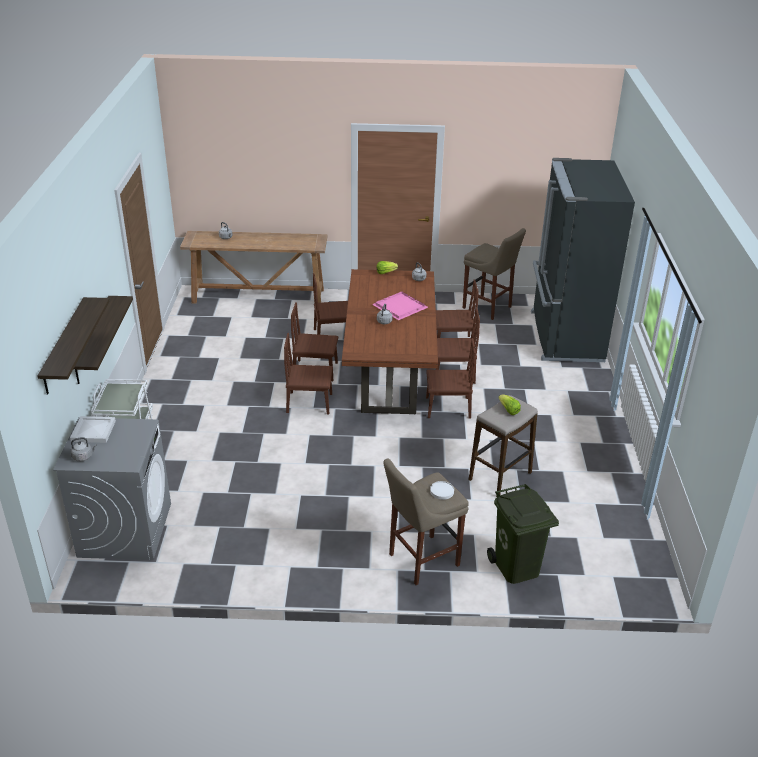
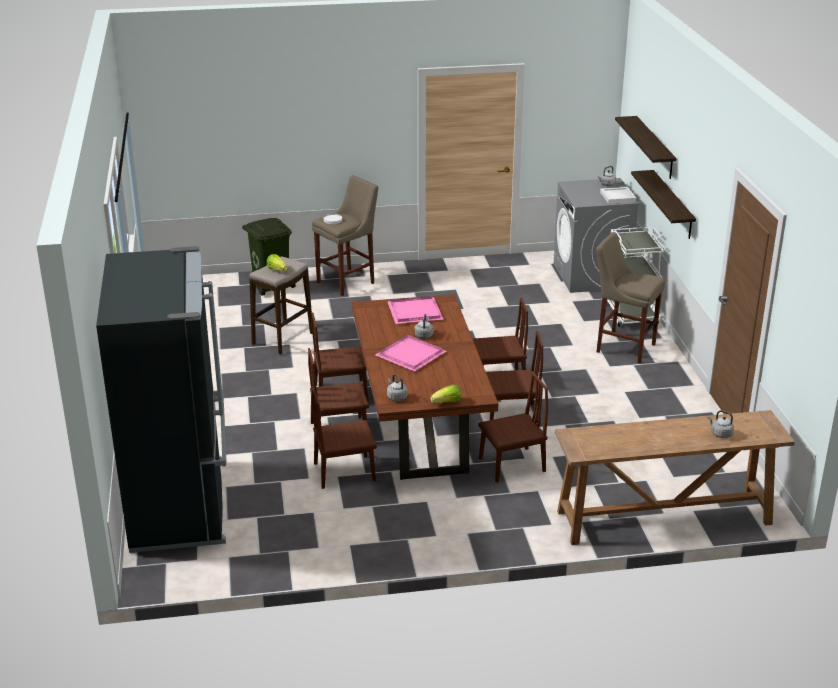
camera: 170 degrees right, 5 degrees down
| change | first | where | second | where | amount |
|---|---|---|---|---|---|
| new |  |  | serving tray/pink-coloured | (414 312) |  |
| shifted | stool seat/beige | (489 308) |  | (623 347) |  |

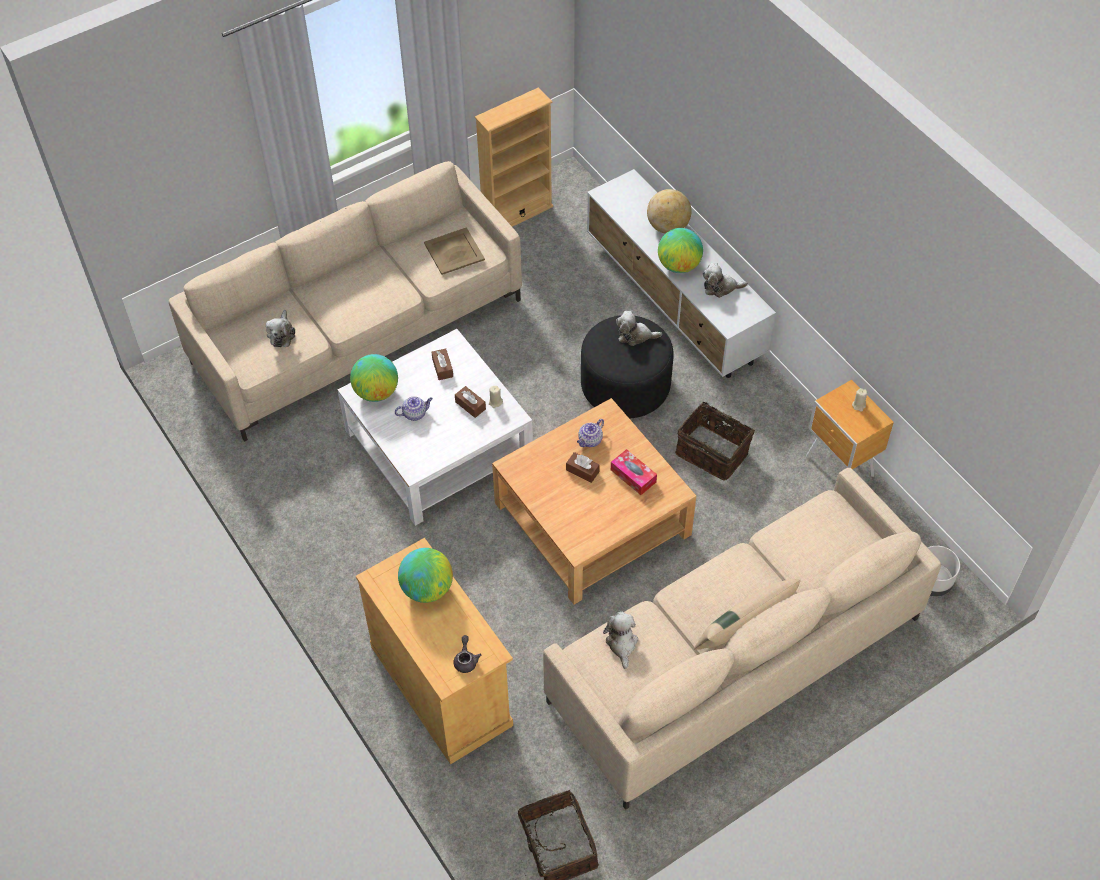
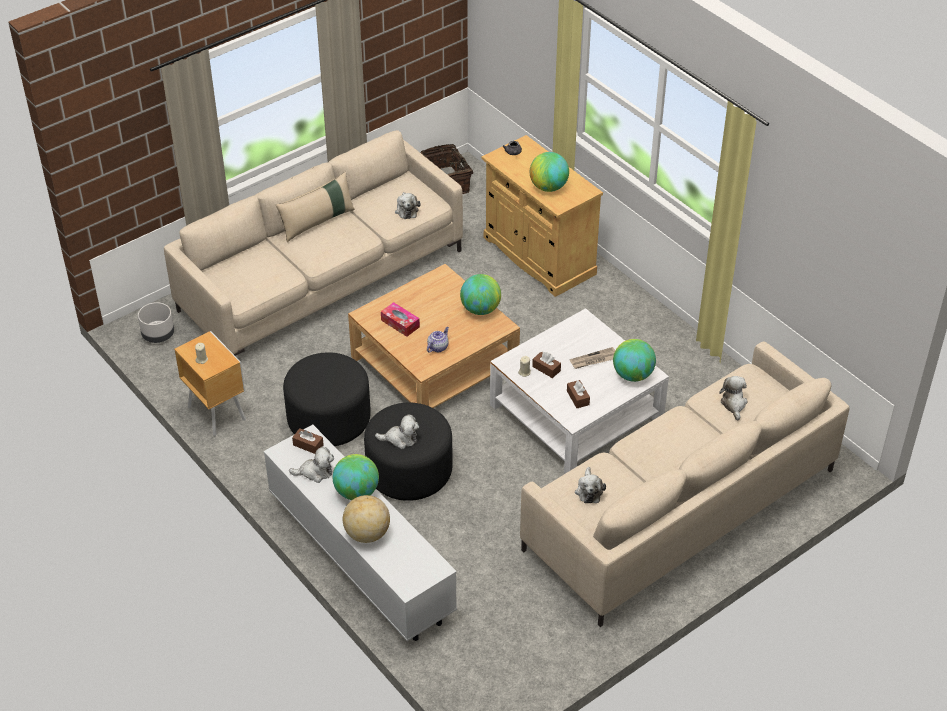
camera: 175 degrees right, 10 degrees down
| change | first | where | second | where | amount |
|---|---|---|---|---|---|
| swapped | basket | (713 451) | pouffe/black | (329 419) |  |
| shifted | box of tissues/brown | (582 471) |  | (308 445) |  |
| new |  |  | world globe | (480 309) |  |
| swapped | teapot | (415 413) | daily paper | (593 360) |  |
| swapped | serving tray/beige | (454 252) | plush toy | (589 490) |  |
| gone | bookshelf/beige | (517 214) |  |  |  |

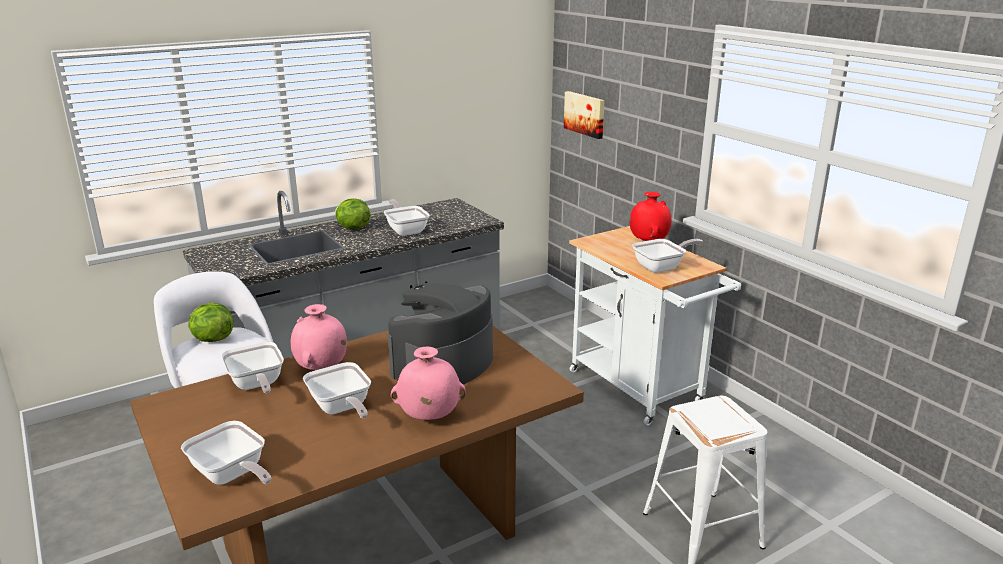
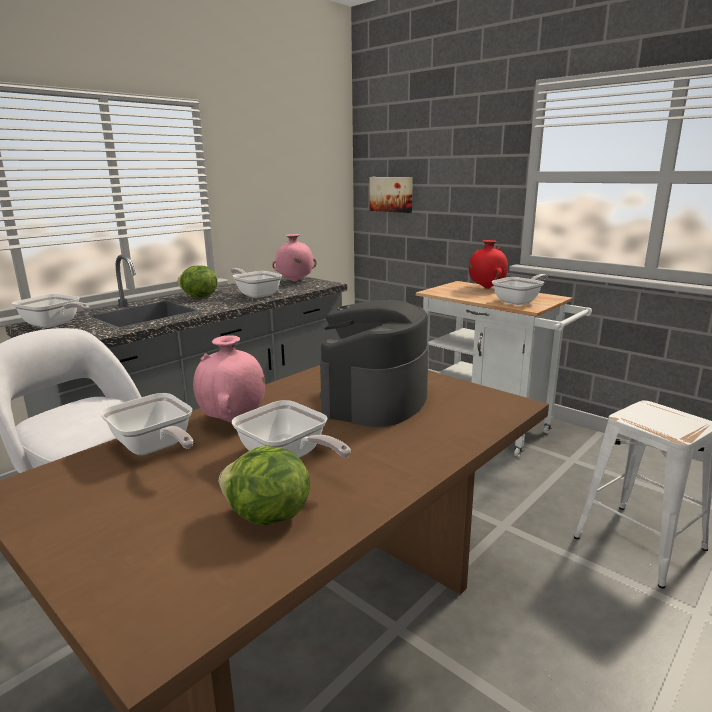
camera: 15 degrees left, 5 degrees down
| change | first | where | second | where | amount |
|---|---|---|---|---|---|
| shifted | skillet | (231 475) |  | (54 325) |  |
| shifted | head of lettuce | (212 339) |  | (266 517) |  |
| shifted | decorative vase/pink-coloured | (428 417) |  | (294 281) |  |

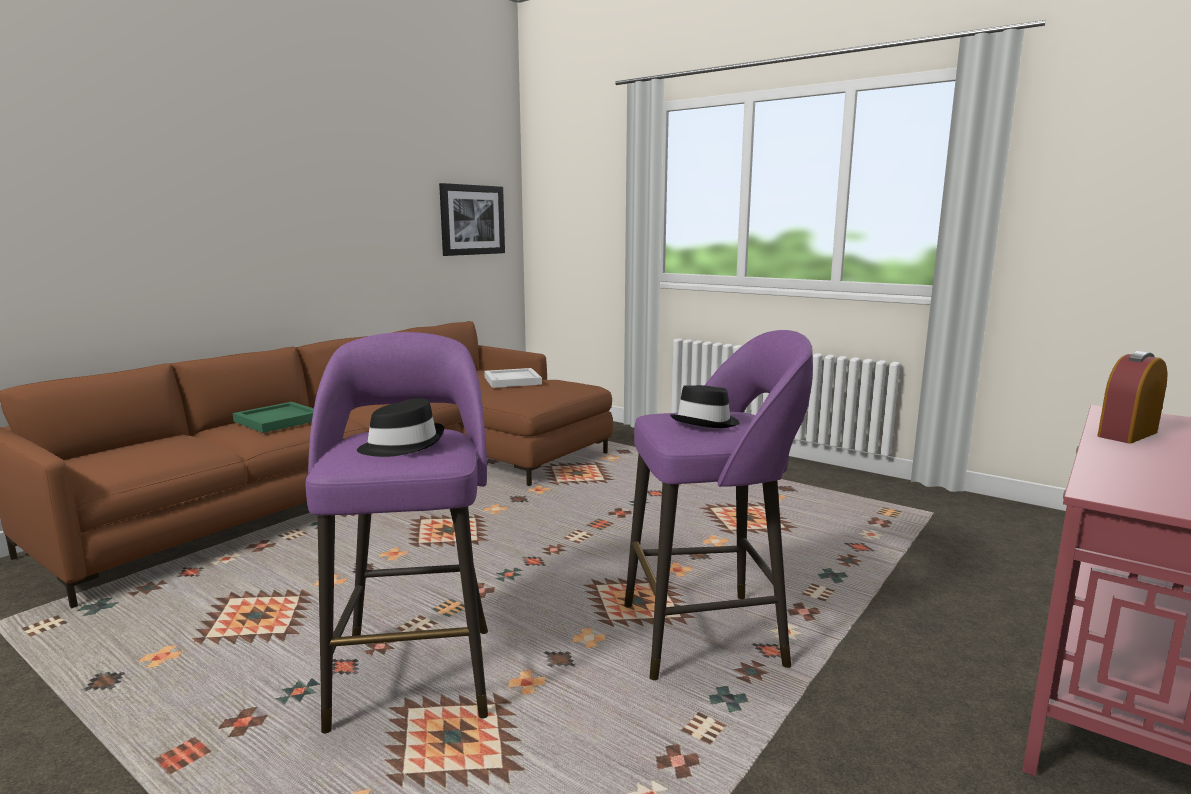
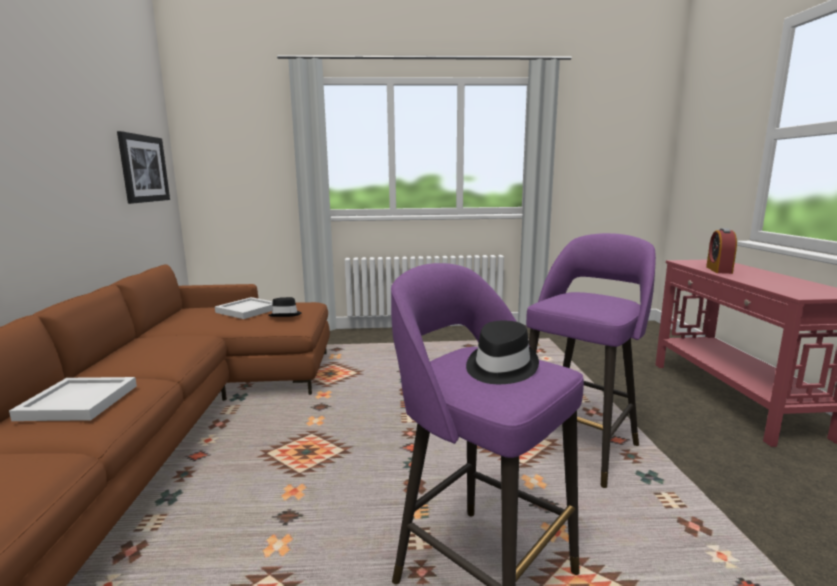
camera: 40 degrees left, 0 degrees up
| change | first | where | second | where | amount |
|---|---|---|---|---|---|
| repainted | serving tray/greenish | (280 420) | serving tray/whitish | (80 401) |  |
| shifted | clothing hat/black | (706 422) |  | (285 315) |  |

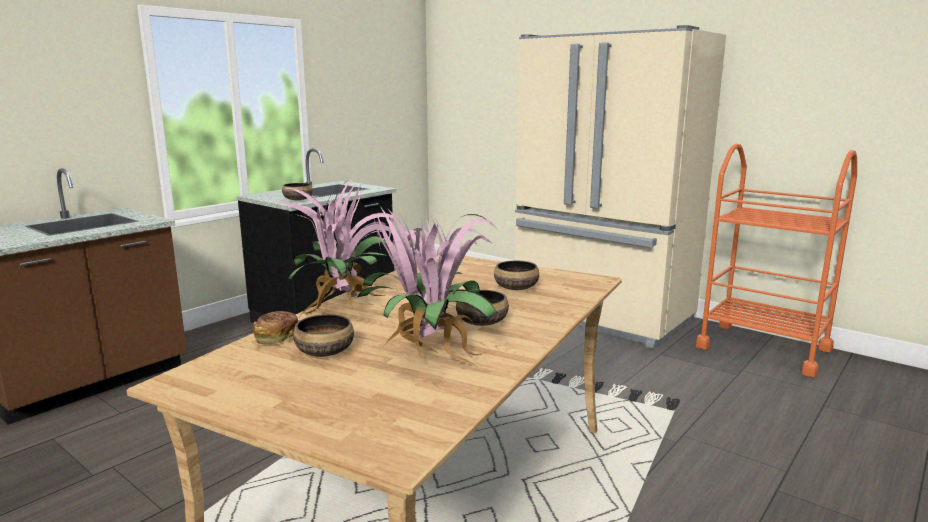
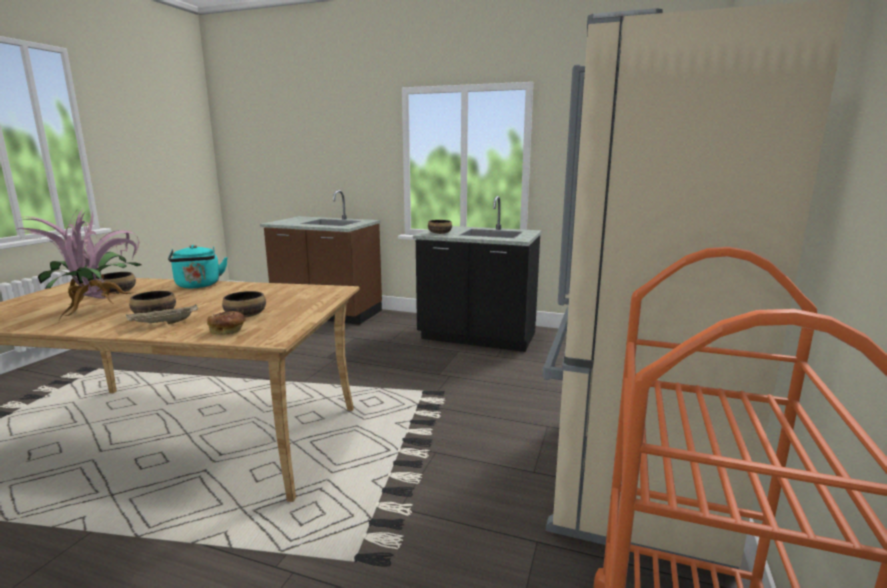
camera: 70 degrees right, 0 degrees up
| change | first | where | second | where | amount |
|---|---|---|---|---|---|
| new |  |  | serving tray/beige | (164 324) |  |
| swapped | potted plant | (346 308) | kettle/turquoise | (198 286) |  |
| shifted | bakery bread | (276 337) |  | (228 331) |  |

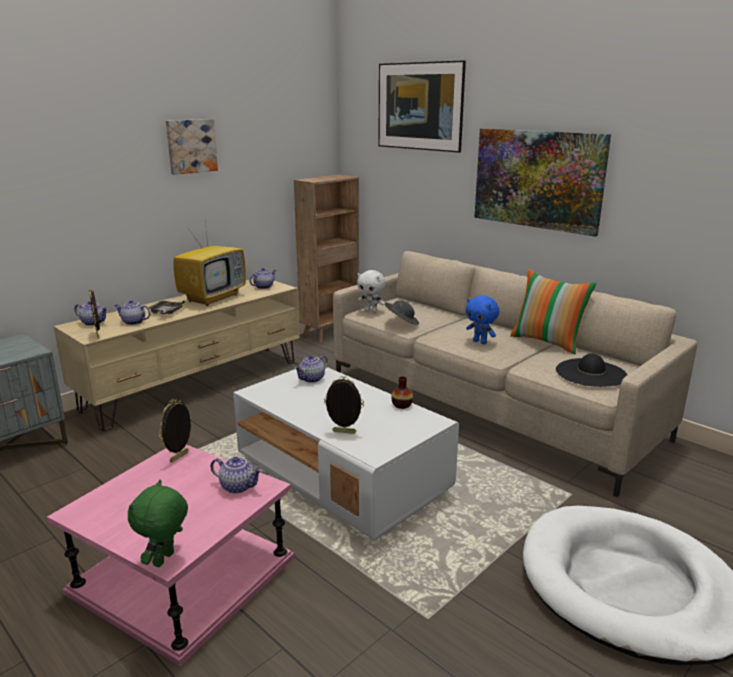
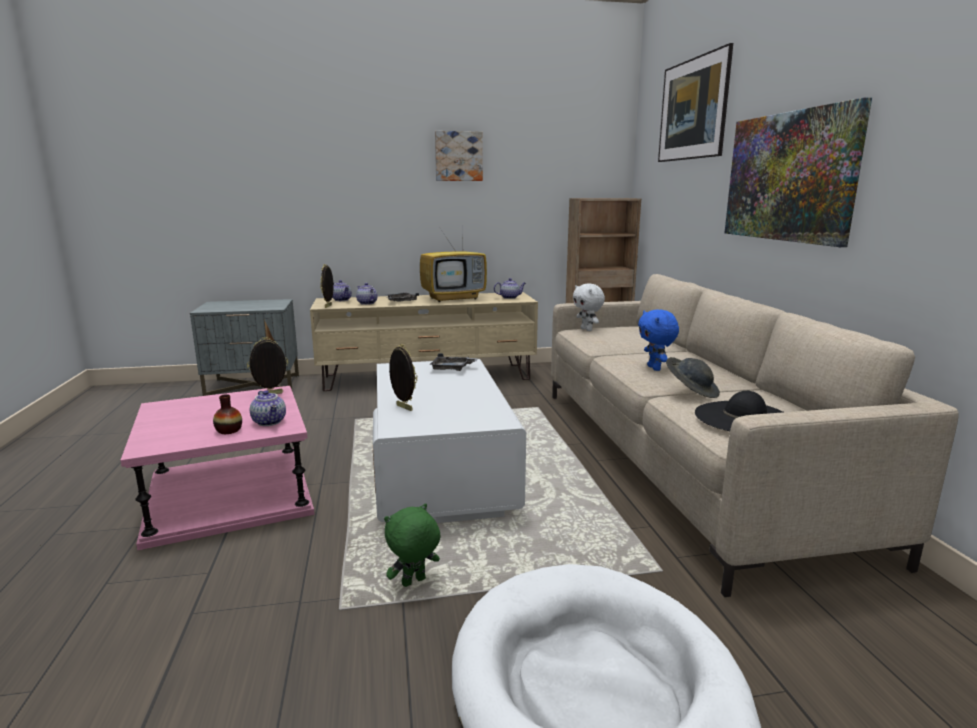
camera: 35 degrees right, 5 degrees down
| change | first | where | second | where | amount |
|---|---|---|---|---|---|
| shifted | decorative vase | (402 405) |  | (229 430) |  |
| shifted | plush toy/greenish | (165 560) |  | (414 583) |  |
| swapped | teapot | (312 379) | serving tray/grey | (452 369) |  |
| shifted | clothing hat/grey | (401 322) |  | (691 391) |  |
| gone | pillow | (547 342) |  |  |  |

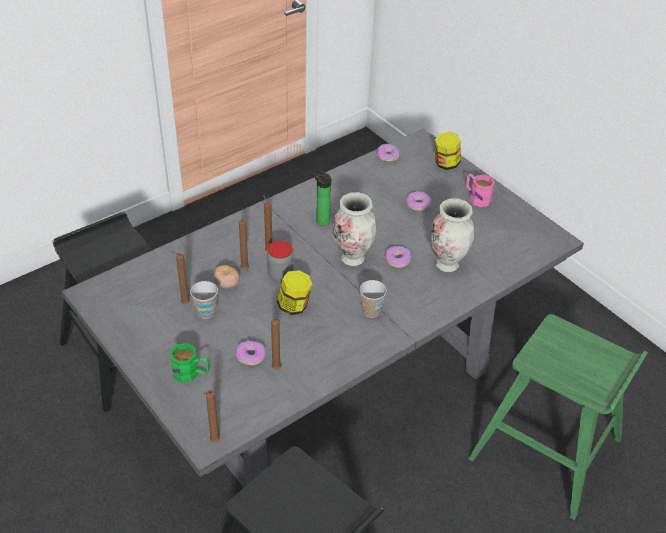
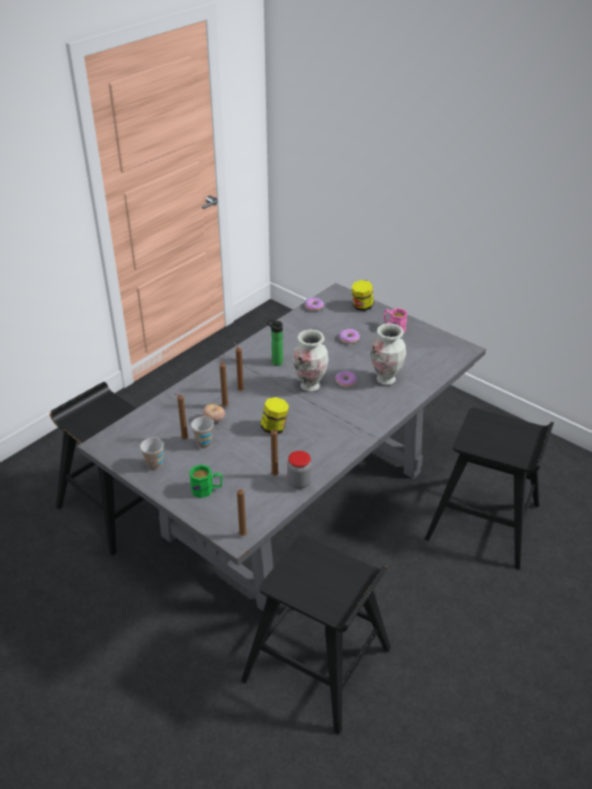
camera: 10 degrees left, 5 degrees down
| change | first | where | second | where | amount |
|---|---|---|---|---|---|
| shifted | small cup | (371 311) |  | (154 465) |  |
| shifted | storage jar | (280 275) |  | (299 482) |  |
| repainted | stool seat/greenish | (547 450) | stool seat/black | (484 522) |  |
| gone | ring doughnut | (250 355) |  |  |  |

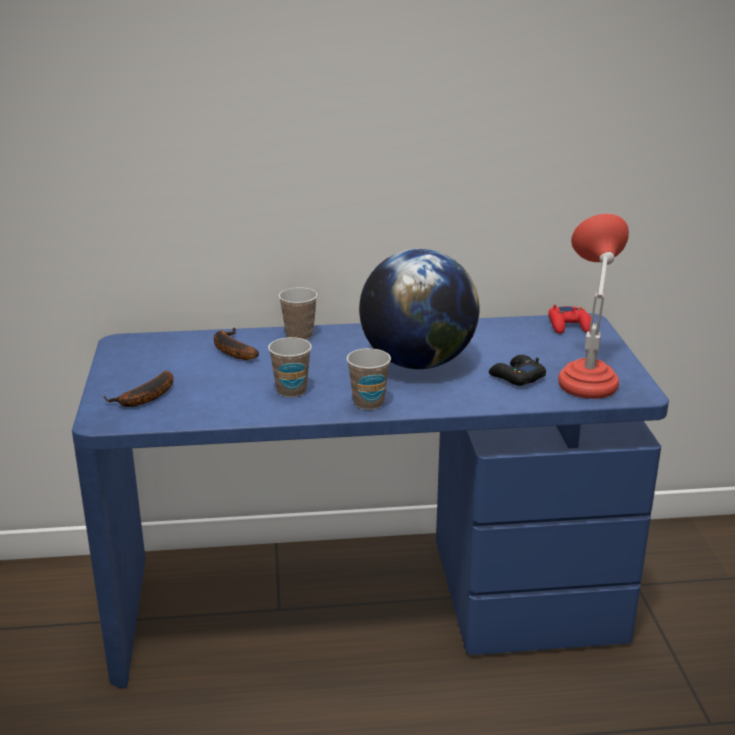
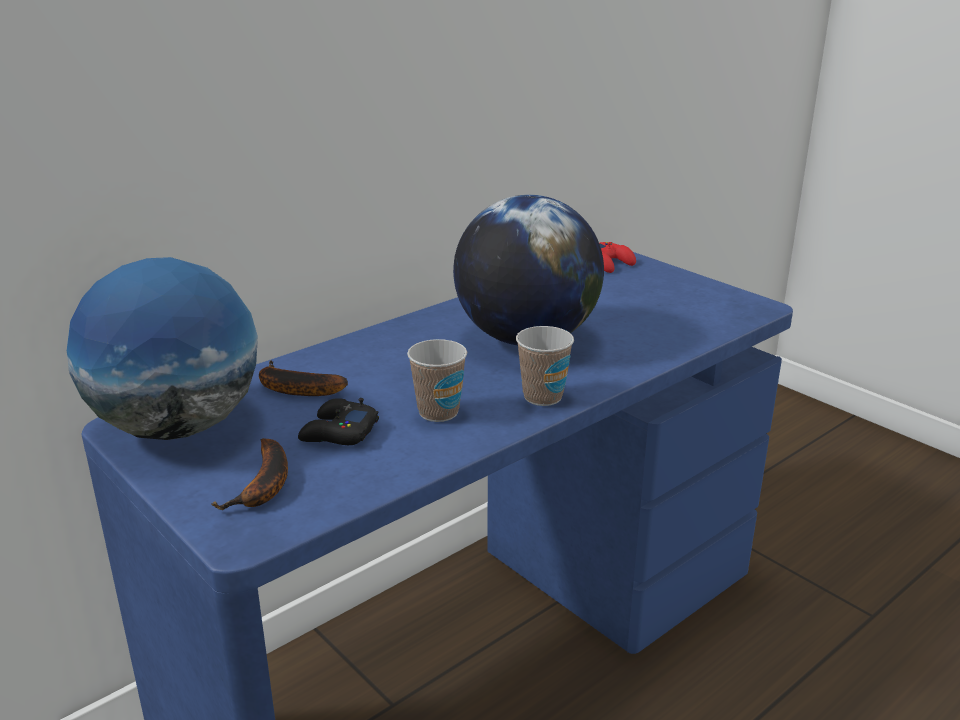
camera: 35 degrees left, 0 degrees up
| change | first | where | second | where | amount |
|---|---|---|---|---|---|
| new |  |  | world globe | (178 427) |  |
| shifted | joypad/black | (516 377) |  | (338 432) |  |
| gone | small cup | (299 335) |  |  |  |
| gone | lamp for a table/red | (587 377) |  |  |  |

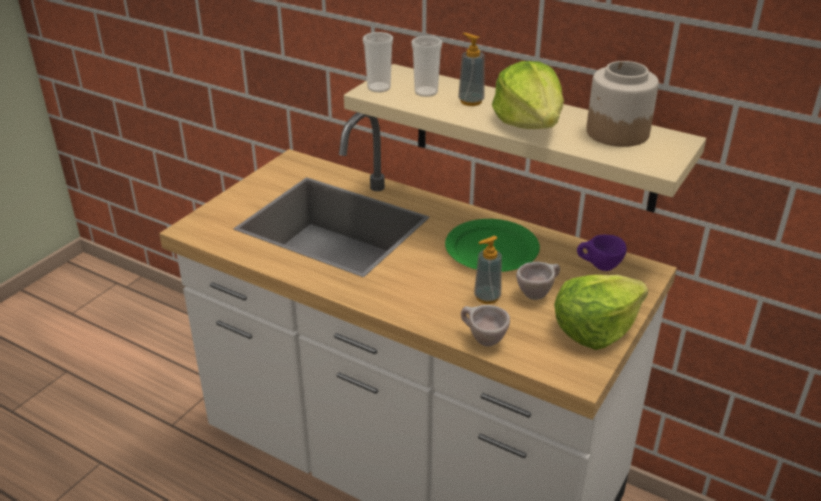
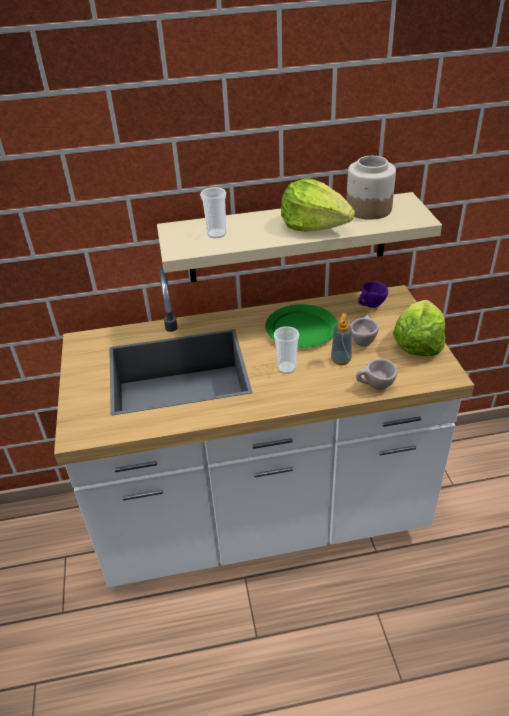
camera: 40 degrees left, 5 degrees up
| change | first | where | second | where | amount |
|---|---|---|---|---|---|
| shifted | small cup | (379 88) |  | (286 368) |  |
| gone | soap bottle | (471 101) |  |  |  |

